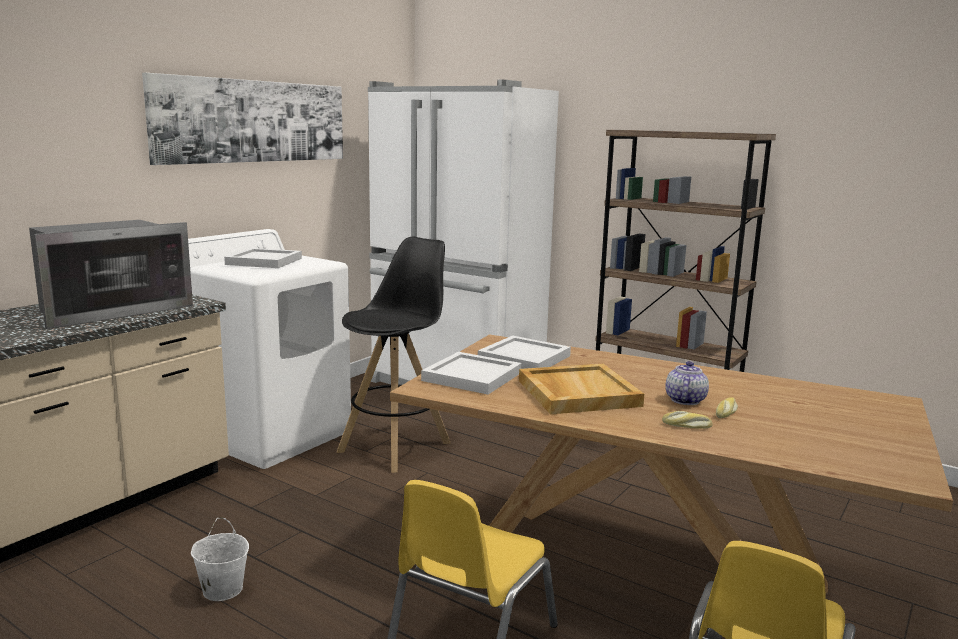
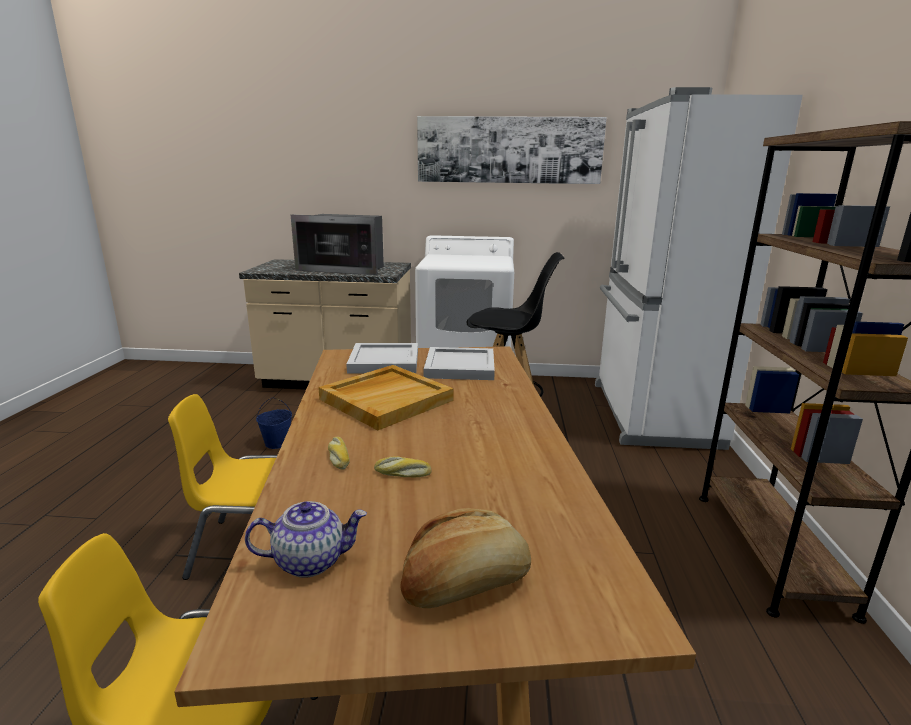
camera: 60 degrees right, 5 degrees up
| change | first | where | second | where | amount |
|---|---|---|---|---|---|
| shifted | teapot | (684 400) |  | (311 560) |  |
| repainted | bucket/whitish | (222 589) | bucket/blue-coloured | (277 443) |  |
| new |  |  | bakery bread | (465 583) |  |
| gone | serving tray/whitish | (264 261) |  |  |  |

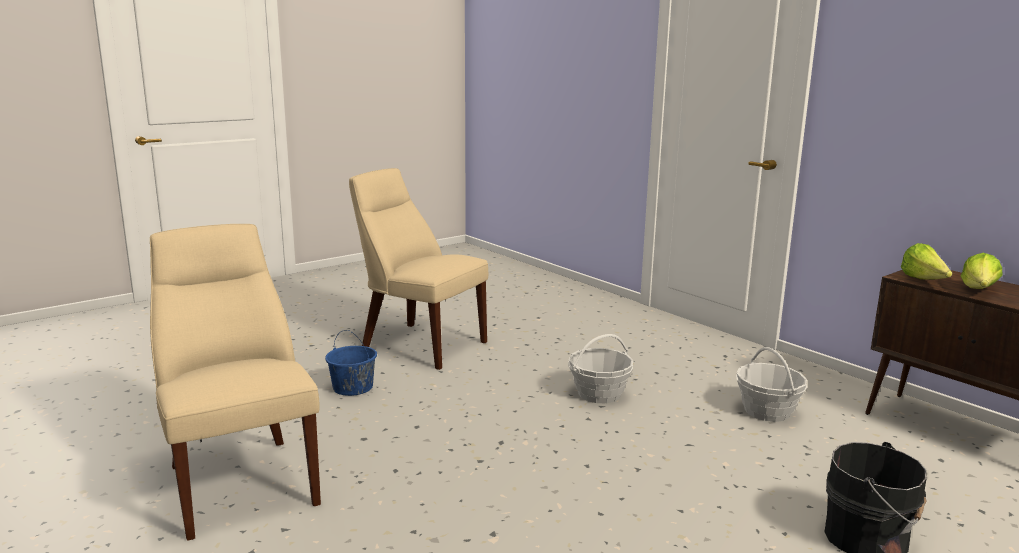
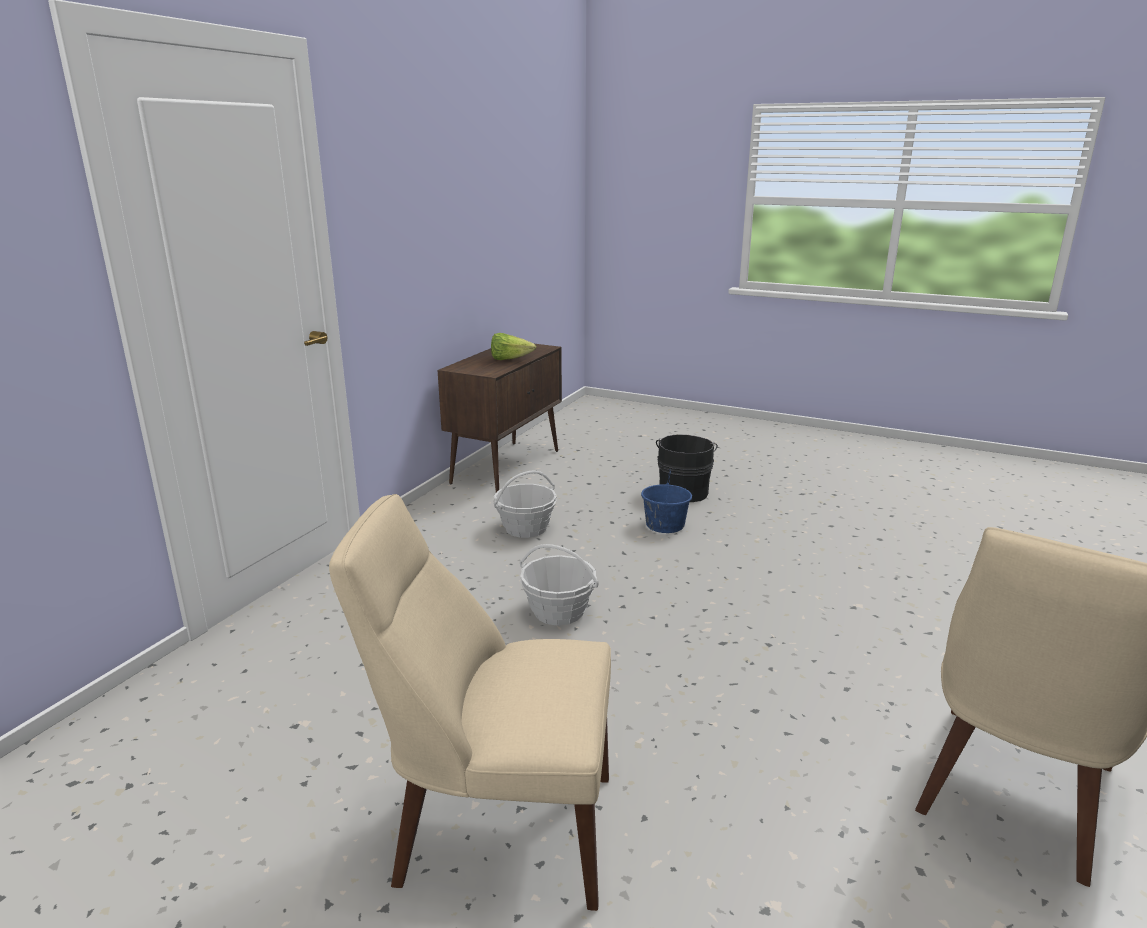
camera: 115 degrees left, 5 degrees up
| change | first | where | second | where | amount |
|---|---|---|---|---|---|
| rotated | plain chair/beige | (419 344) |  | (496 827) | 90 degrees clockwise |
| shifted | bucket/blue-coloured | (353 388) |  | (665 525) |  |
| gone | head of lettuce | (924 280) |  |  |  |

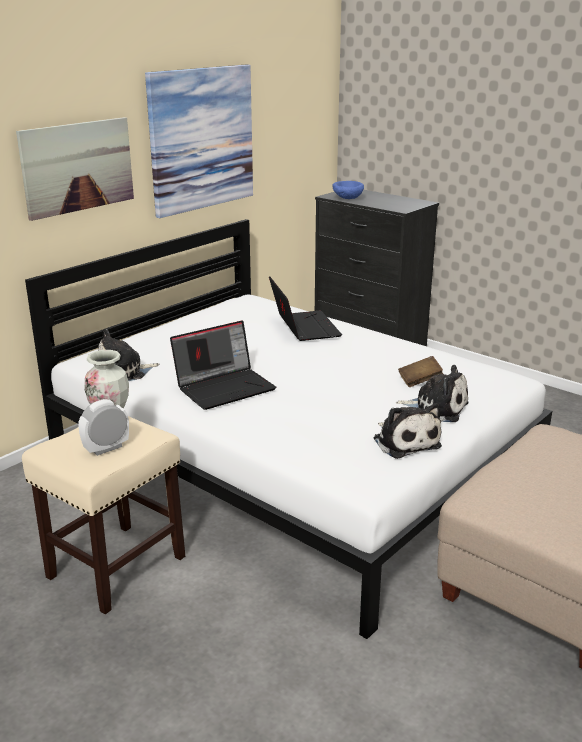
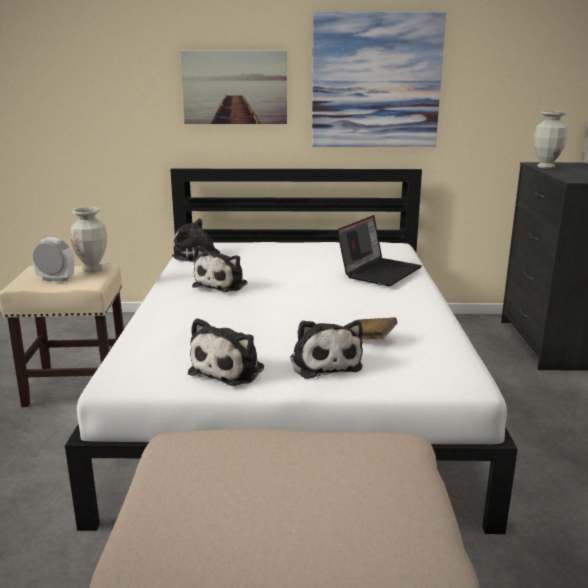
camera: 50 degrees right, 5 degrees down
| change | first | where | second | where | amount |
|---|---|---|---|---|---|
| swapped | portable computer | (225 387) | plush toy | (222 284) |  |
| swapped | serving bowl/blue-coloured | (347 199) | decorative vase | (545 167) |  |

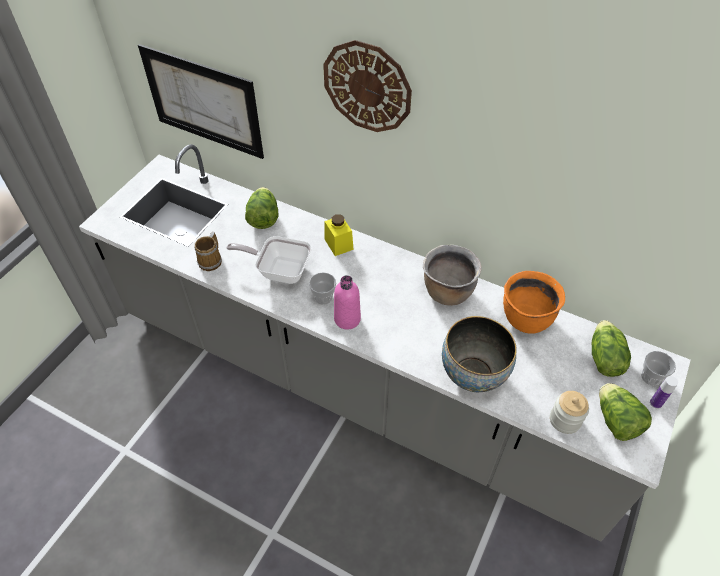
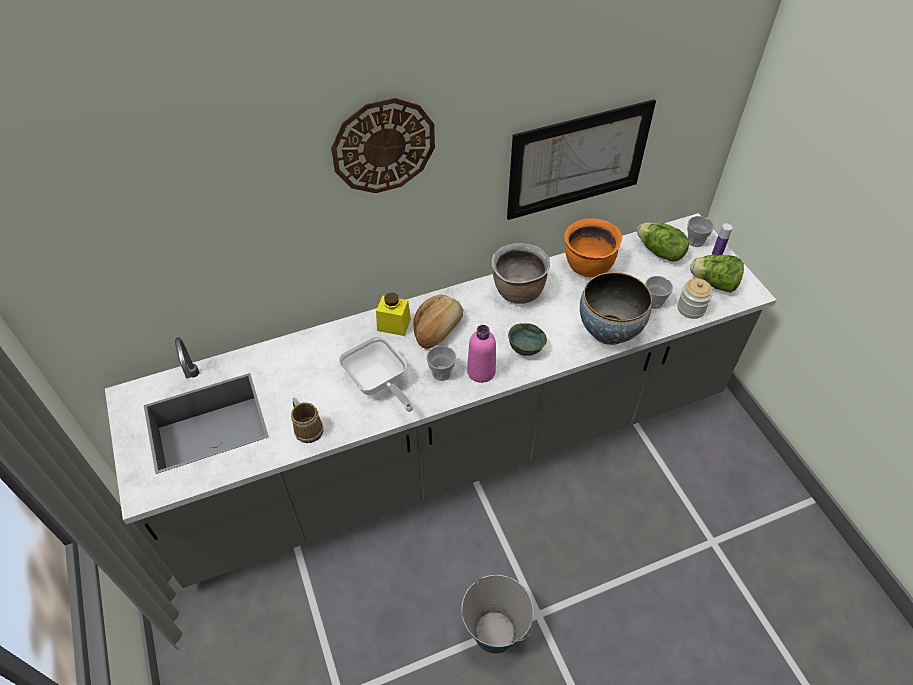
camera: 50 degrees left, 0 degrees up
| change | first | where | second | where | amount |
|---|---|---|---|---|---|
| rotated | skillet | (279 270) |  | (378 384) | 90 degrees counterclockwise |
| new |  |  | bakery bread | (438 329) |  |
| new |  |  | bucket | (494 631) |  |
| shifted | picture | (203 102) |  | (578 160) |  |
| new |  |  | serving bowl/greenish | (524 349) |  |
| new |  |  | small cup | (654 302) |  |
| gone | head of lettuce | (263 218) |  |  |  |

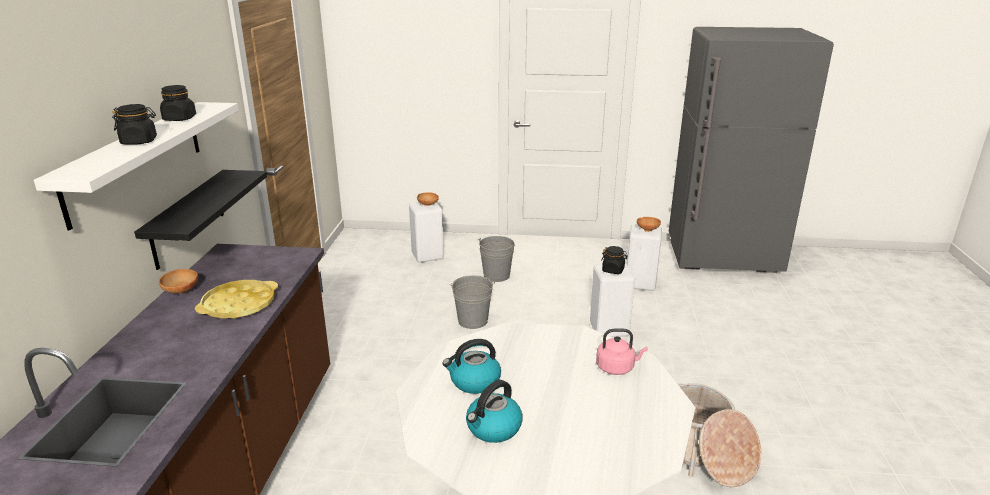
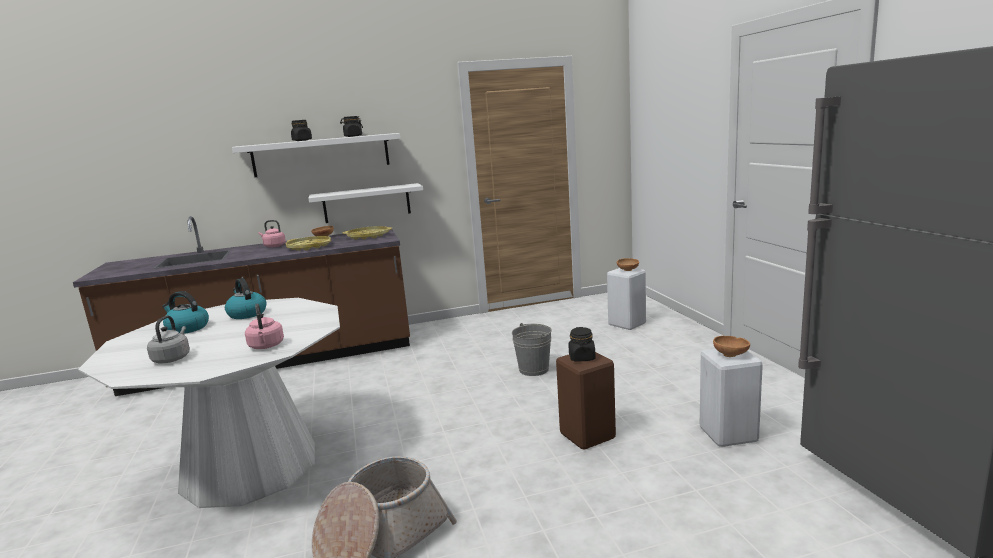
camera: 70 degrees right, 10 degrees down
| change | first | where | second | where | amount |
|---|---|---|---|---|---|
| new |  |  | kettle/grey | (172 358) |  |
| new |  |  | kettle/pink-coloured | (274 246) |  |
| repainted | shelf/black | (187 218) | shelf/whitish | (367 203) |  |
| new |  |  | serving tray/yellow-coloured | (368 236) |  |
| repainted | stool seat/whitish | (608 329) | stool seat/brown | (587 435) |  |
| gone | bucket/grey | (496 275) |  |  |  |

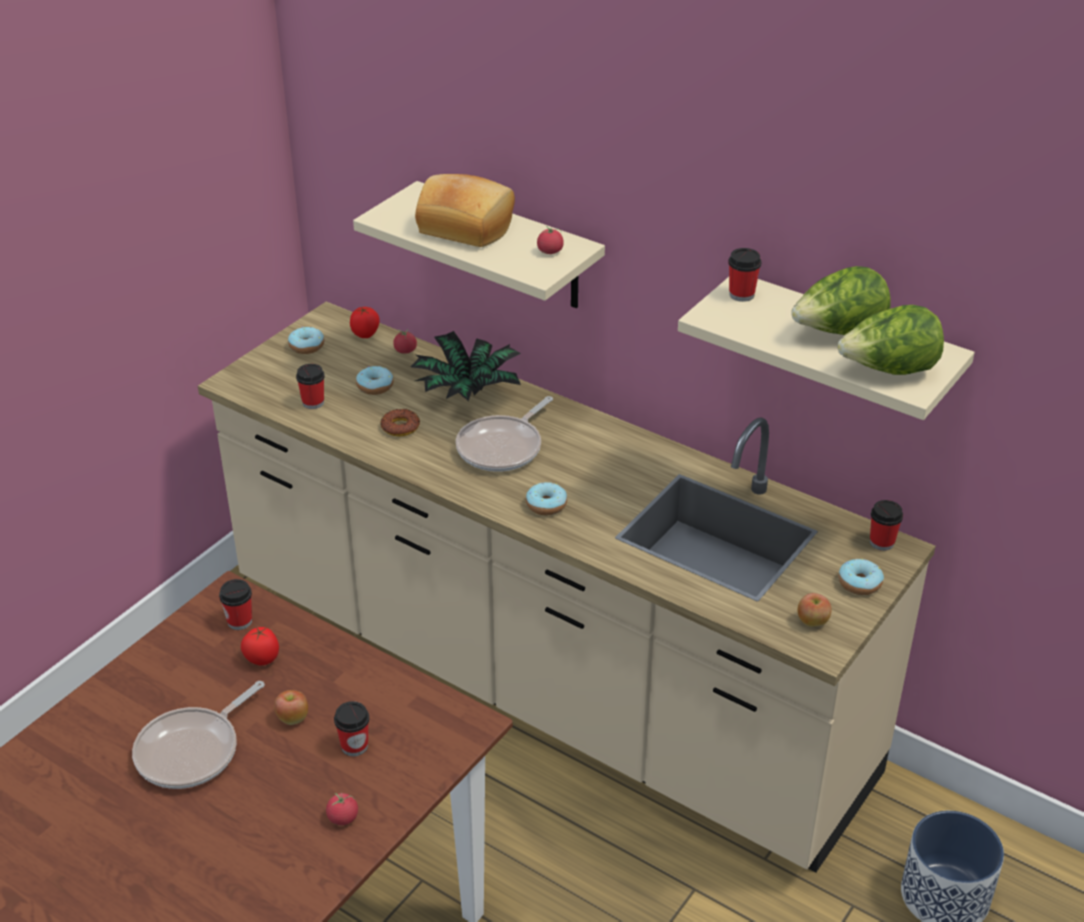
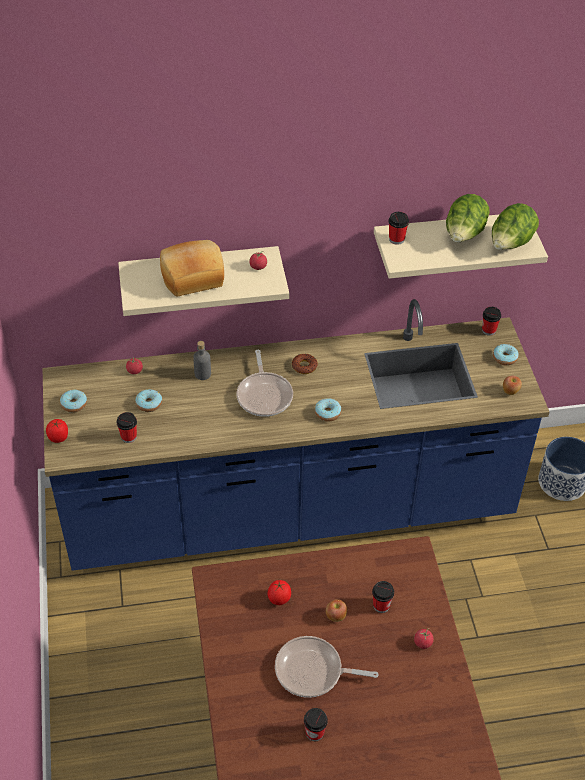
camera: 45 degrees left, 10 degrees up
| change | first | where | second | where | amount |
|---|---|---|---|---|---|
| repainted | kitchen counter/beige | (542 681) | kitchen counter/blue-coloured | (290 511) |  |
| shifted | whole tomato | (365 334) |  | (59 437) |  |
| swapped | potted plant | (468 391) | drink bottle/grey | (202 374) |  |
| rotated | skillet | (193 750) |  | (313 671) | 105 degrees clockwise |
| shifted | ring doughnut | (400 427) |  | (304 366) |  |
| shifted | small cup | (240 621) |  | (314 732) |  |

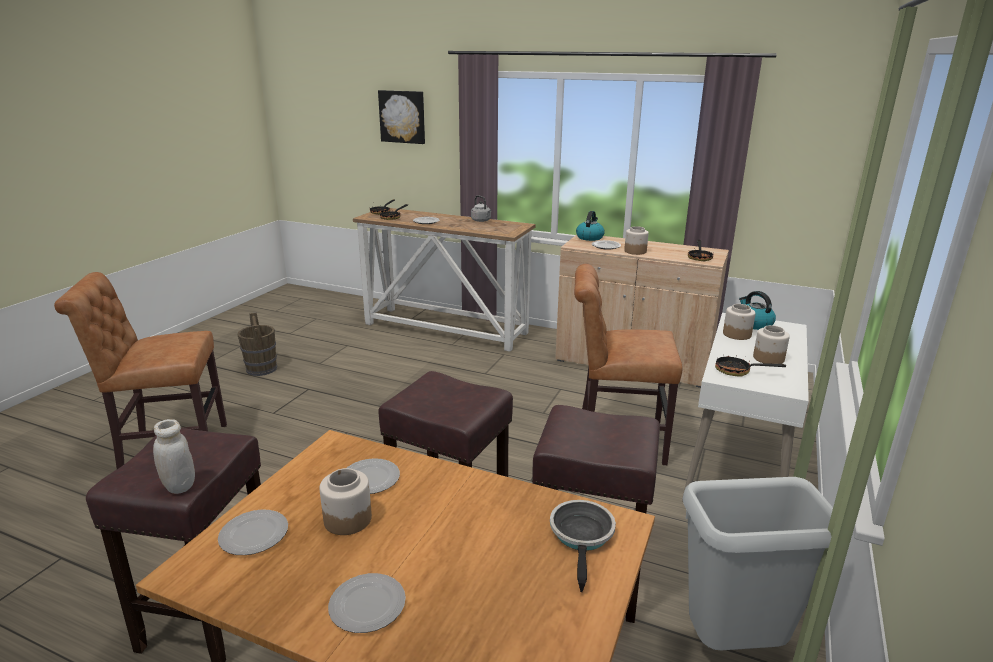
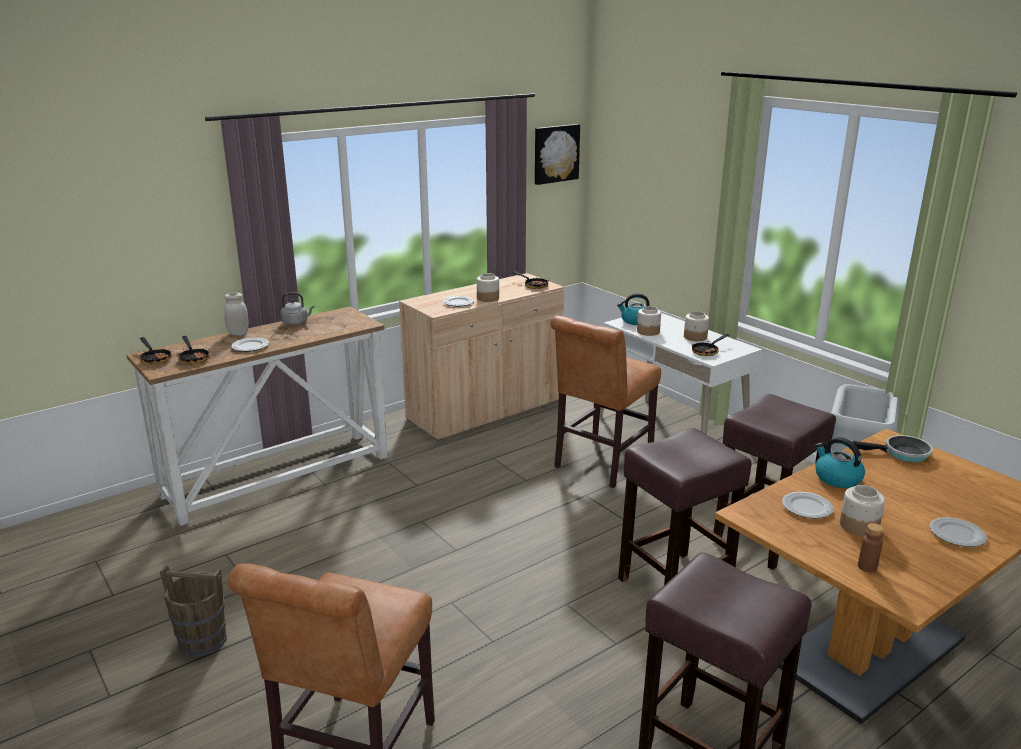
camera: 60 degrees left, 0 degrees up
| change | first | where | second | where | amount |
|---|---|---|---|---|---|
| shifted | storage jar/whitish | (179 486) |  | (238 333) |  |
| shifted | picture | (403 116) |  | (555 153) |  |
| shifted | kettle | (589 237) |  | (837 478) |  |
| rotated | skillet | (582 537) |  | (902 453) | 150 degrees clockwise |
| swapped | flat dish | (254 535) | drink bottle/brown | (867 567) |  |

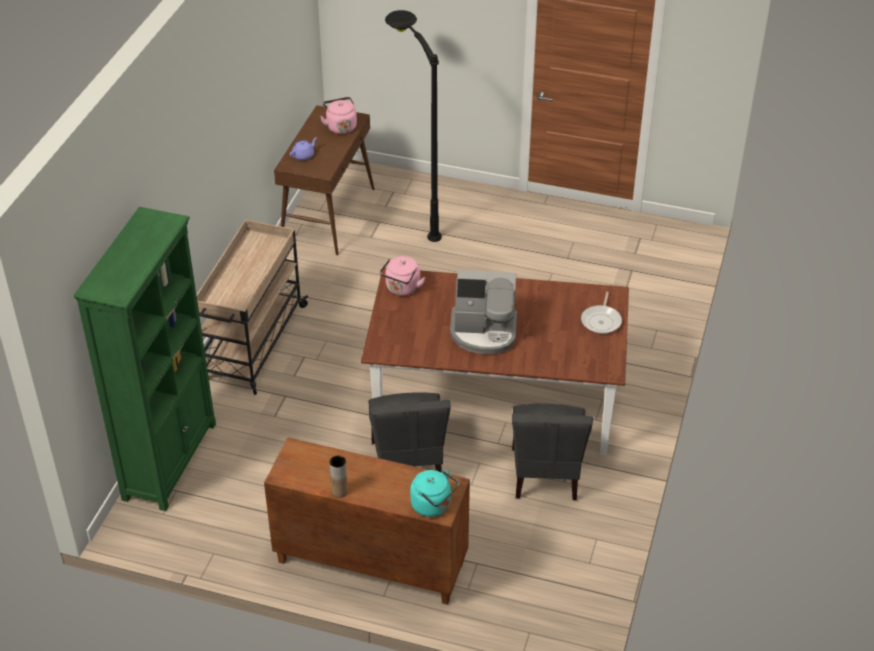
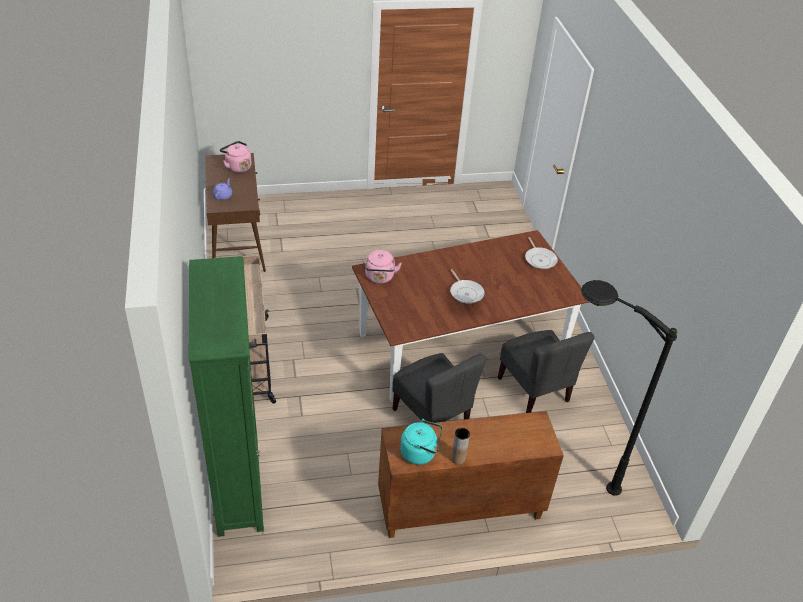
camera: 30 degrees left, 0 degrees up
| change | first | where | second | where | amount |
|---|---|---|---|---|---|
| shifted | kettle/turquoise | (433 506) |  | (420 453) |  |
| swapped | coffee machine | (484 332) | skillet | (466 292) |  |
| shifted | floor lamp/black | (412 213) |  | (570 466) |  |

